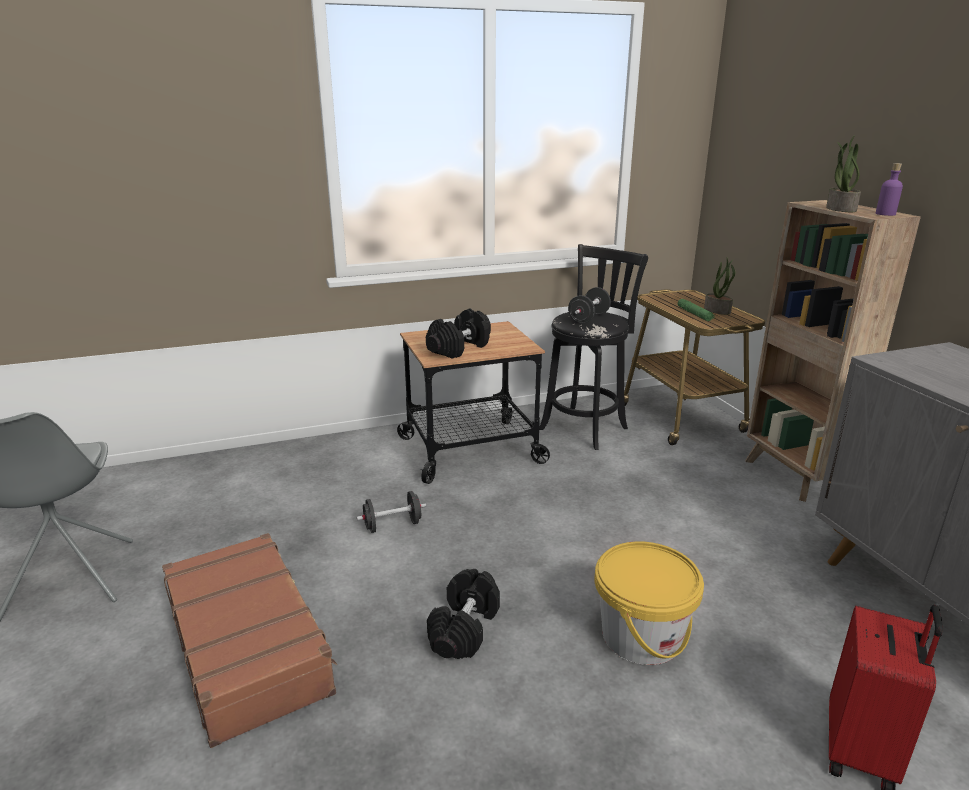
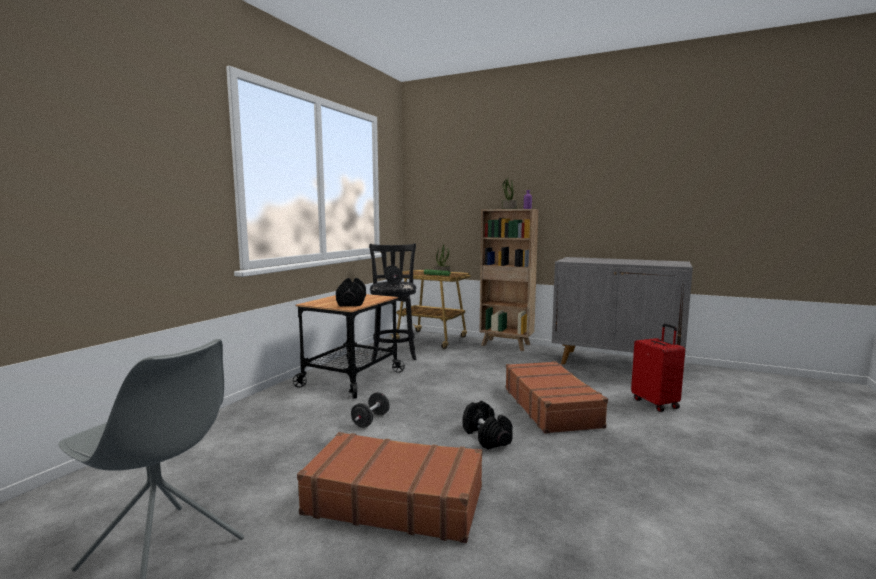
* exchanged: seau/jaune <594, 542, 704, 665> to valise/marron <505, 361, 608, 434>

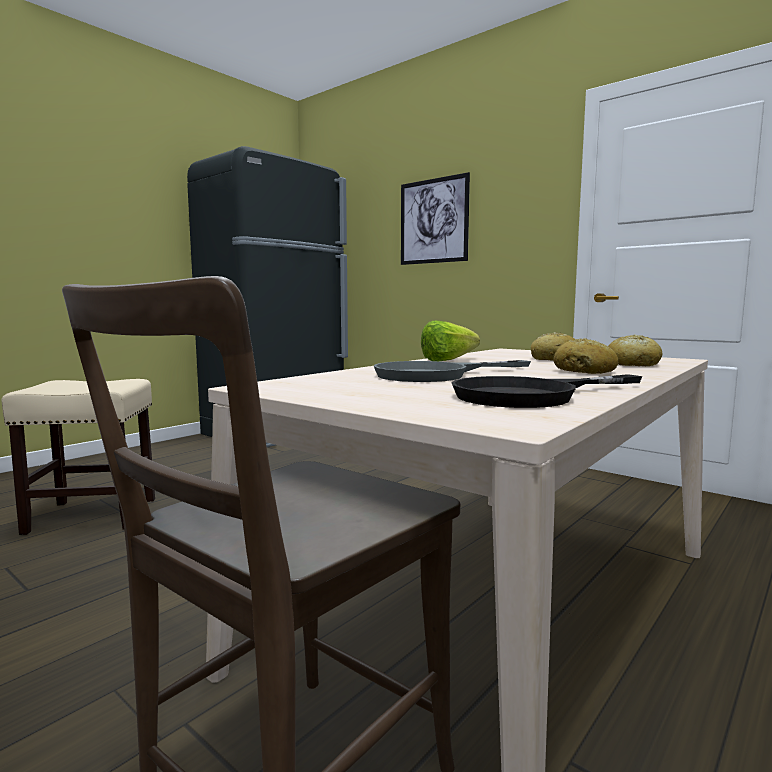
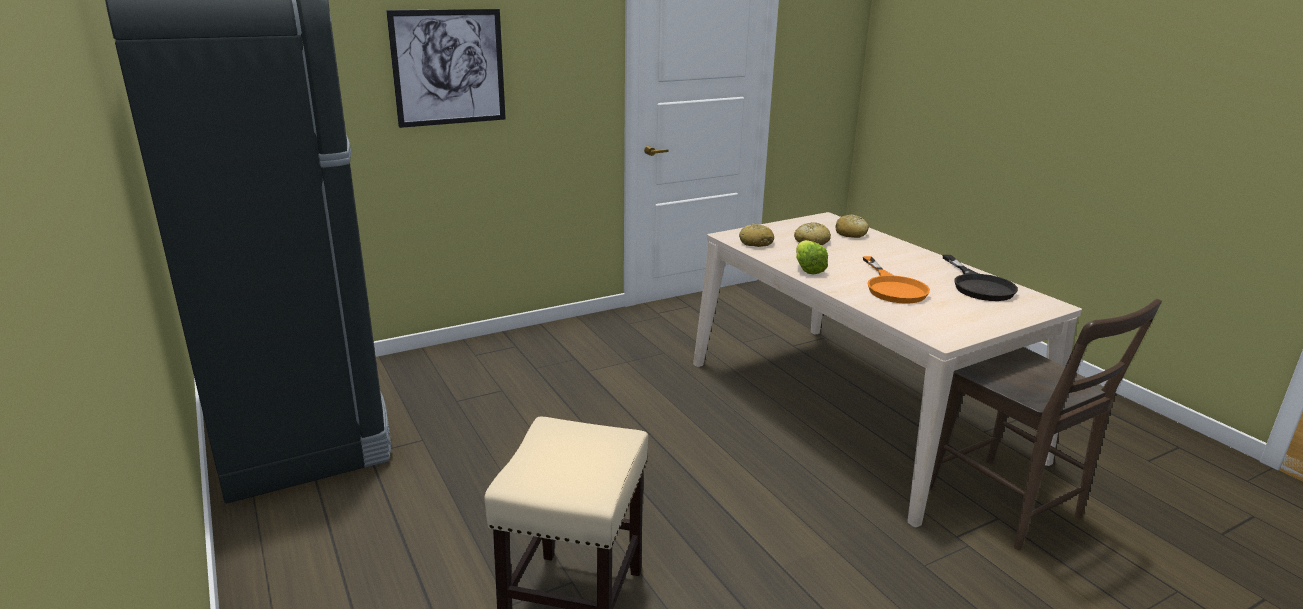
* relocated: pain <554, 338, 618, 374> to <739, 223, 774, 247>
* colour: poêle/gris <374, 360, 531, 382> to poêle/orange <863, 256, 930, 304>

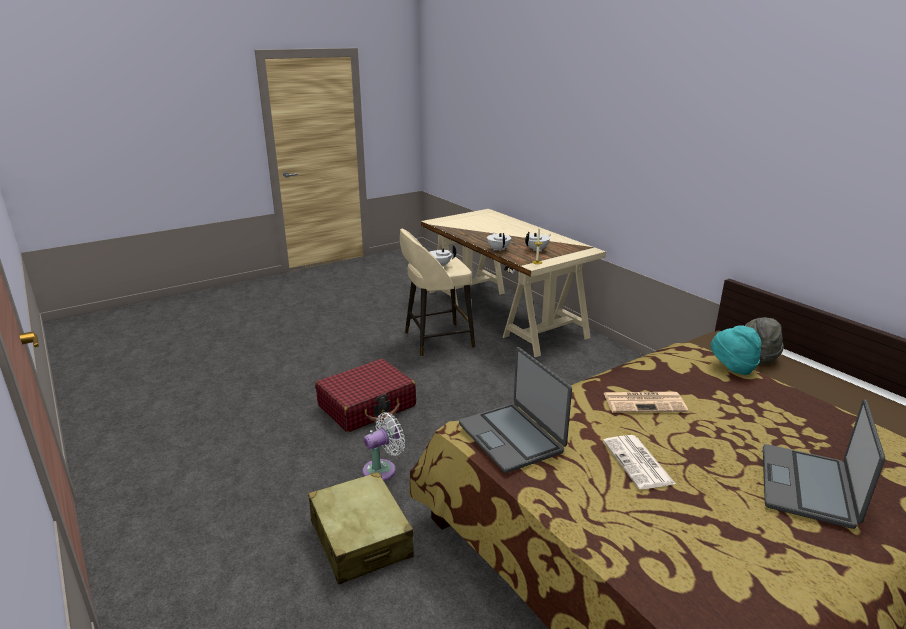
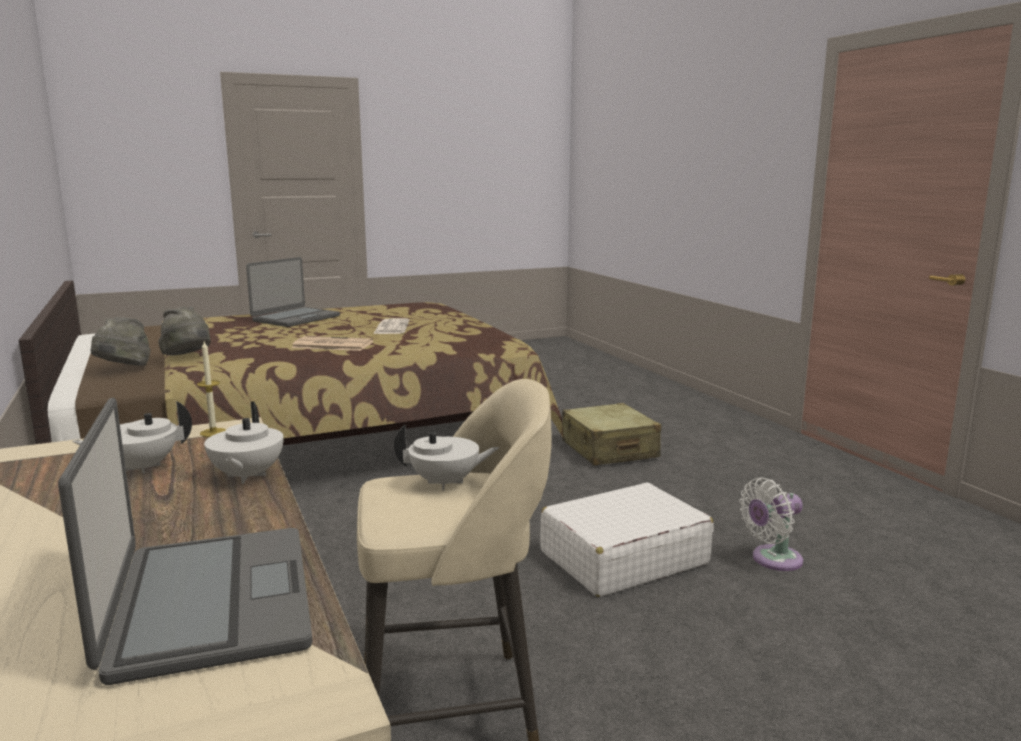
* colour: chapeau/turquoise <711, 325, 761, 375> to chapeau/gris <158, 306, 211, 355>
* relocated: ordinateur portable <459, 347, 572, 473> to <58, 398, 312, 685>
* colour: valise/rouge <315, 359, 416, 432> to valise/blanc <540, 483, 713, 597>
* relocated: ventilateur/blanc <363, 412, 405, 481> to <739, 477, 803, 571>

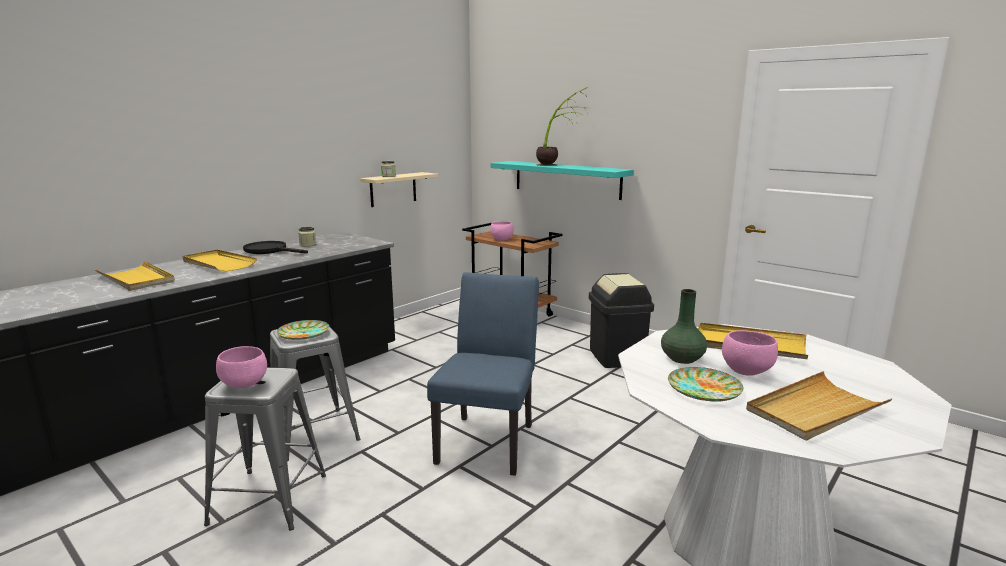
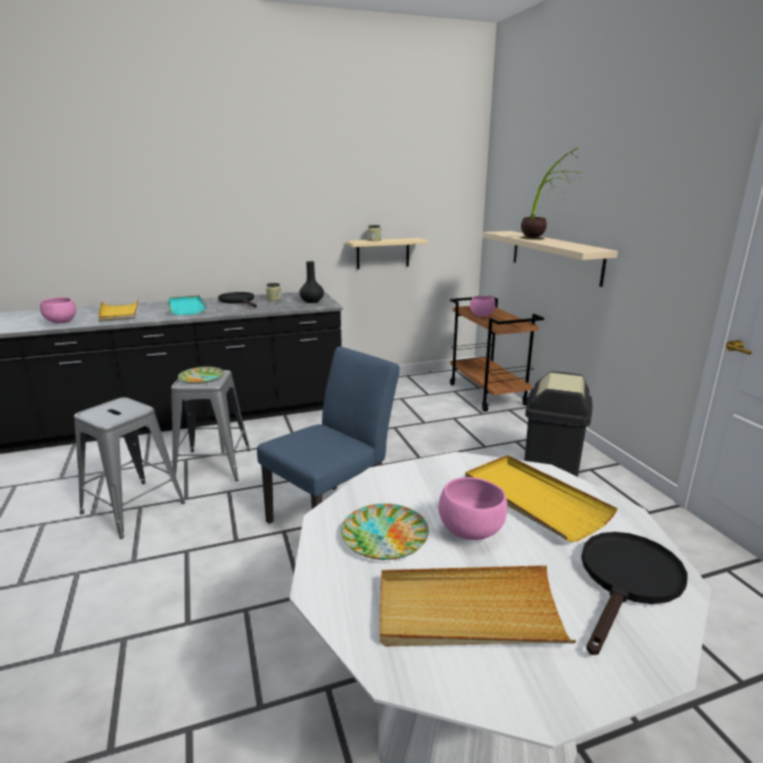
* colour: étagère/turquoise <491, 161, 634, 200> to étagère/beige <483, 231, 618, 287>
* colour: plateau/jaune <183, 250, 257, 272> to plateau/turquoise <169, 295, 207, 315>
* missing: vase/vert <661, 289, 707, 364>
* relocated: bol/rose <216, 346, 267, 388> to <40, 297, 76, 323>
* appeared: vase/noir <299, 261, 324, 303>
* appeared: poêle/noir <581, 532, 687, 655>

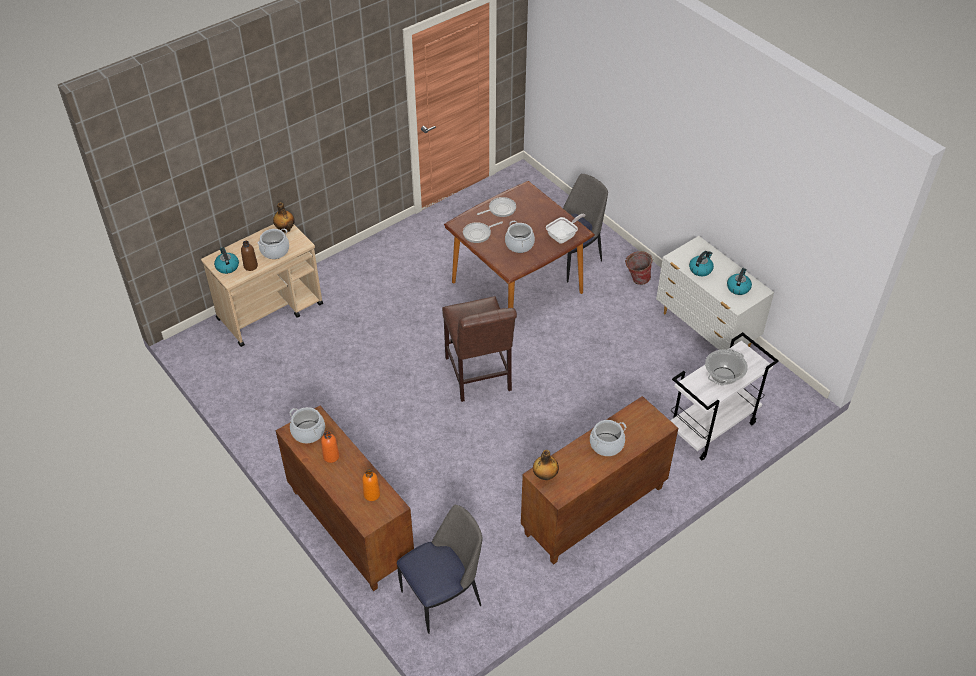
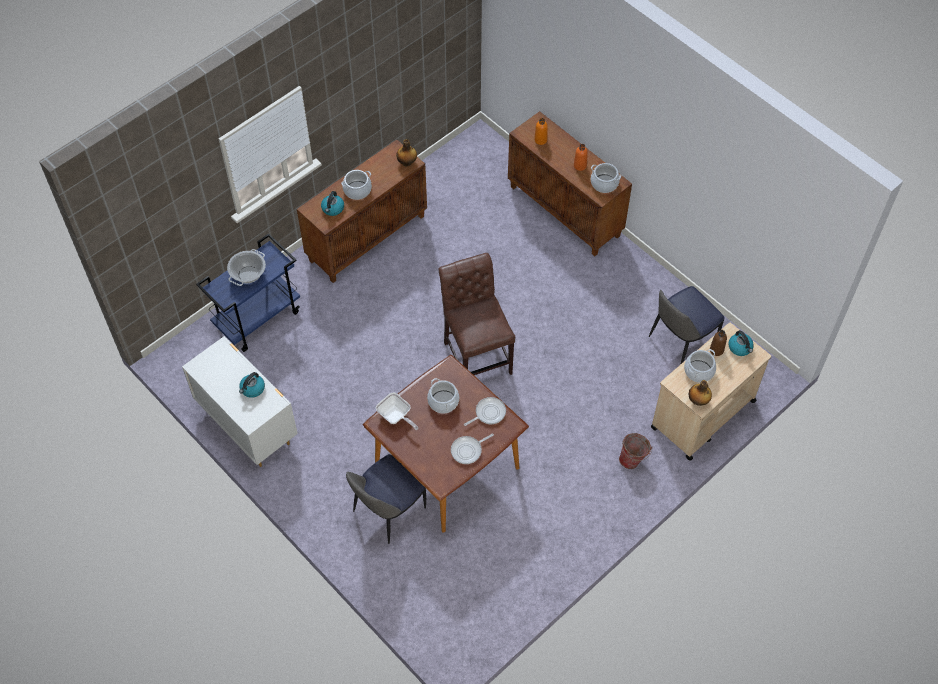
* spun: poêle <546, 214, 586, 244> = <376, 392, 419, 430> 90 degrees counterclockwise
* relocated: seau <625, 251, 653, 285> to <619, 433, 652, 469>
* relocated: bouilloire <727, 268, 752, 295> to <321, 191, 344, 216>
* colour: chariot/blanc <670, 332, 779, 460> to chariot/bleu <196, 233, 300, 352>
* relocated: chaise <397, 505, 483, 634> to <649, 286, 725, 365>

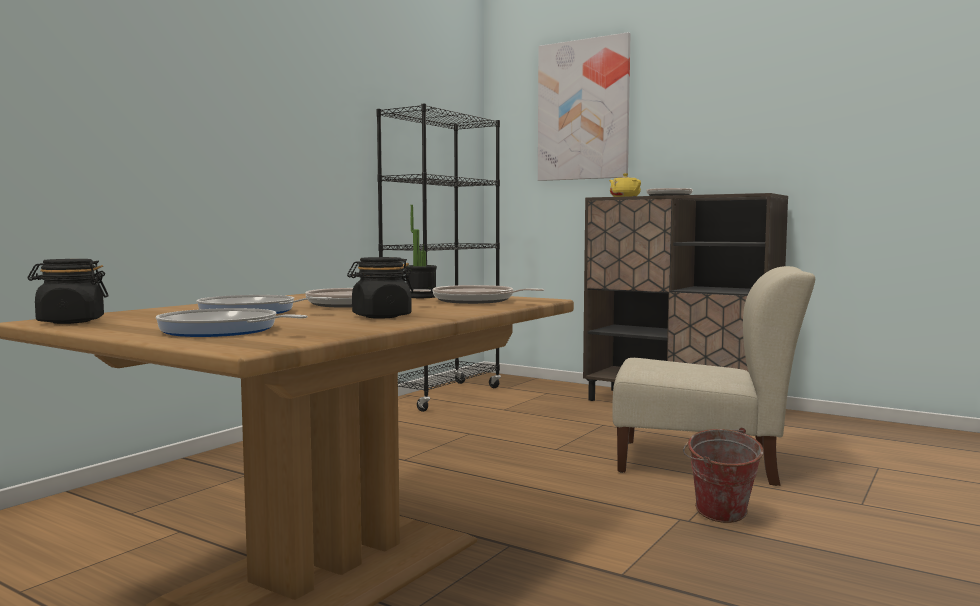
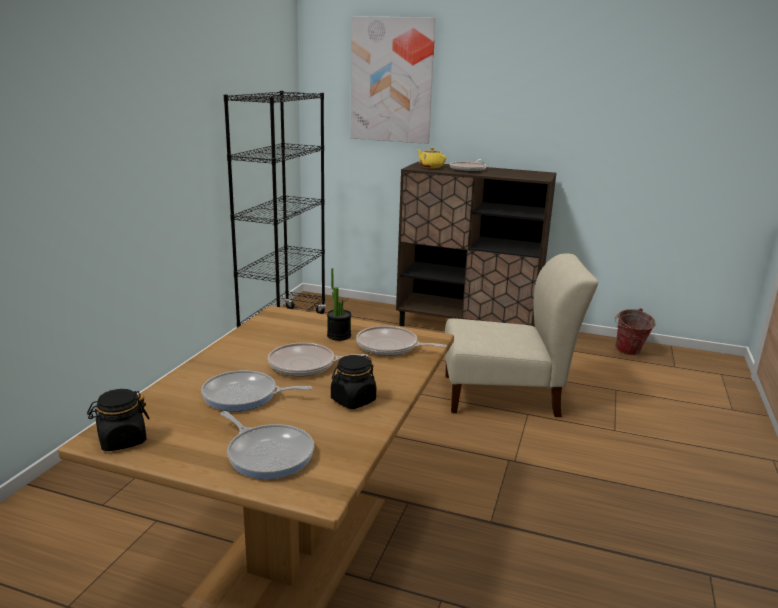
* spun: poêle <156, 308, 308, 337> = <221, 411, 314, 479> 150 degrees counterclockwise
* relocated: seau <683, 427, 764, 523> to <615, 308, 656, 355>

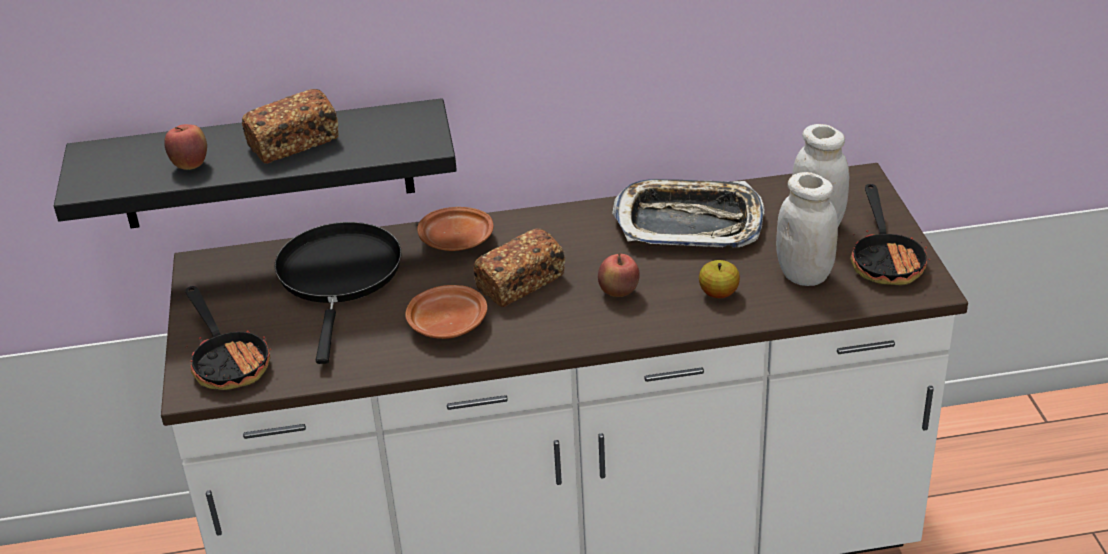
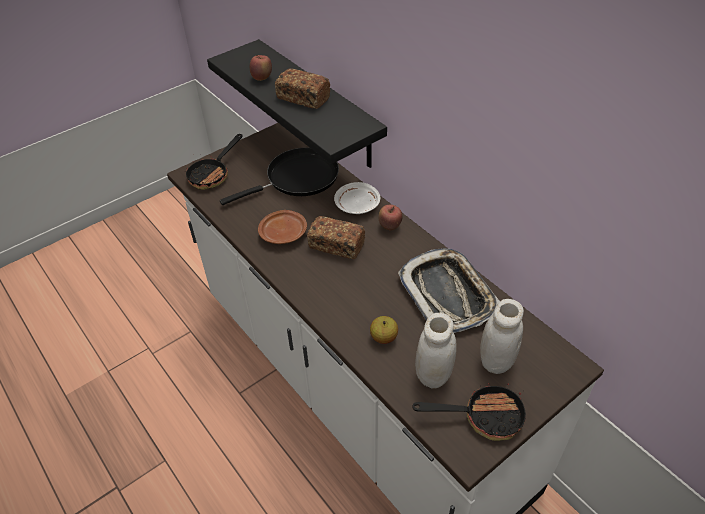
* spun: poêle <851, 184, 930, 285> = <412, 383, 526, 441> 150 degrees counterclockwise
* colour: assiette/marron <417, 207, 493, 251> to assiette/blanc <334, 182, 380, 214>
* relocated: pomme <598, 253, 640, 297> to <379, 205, 403, 230>

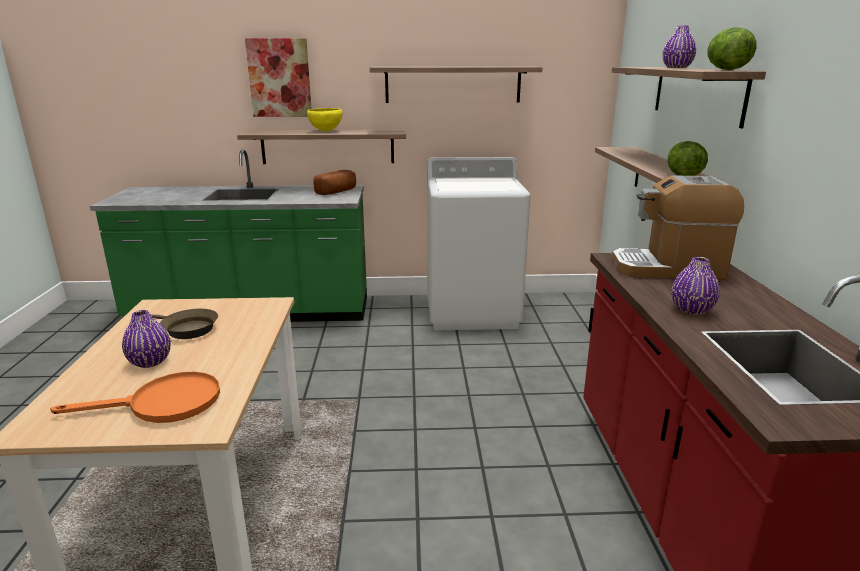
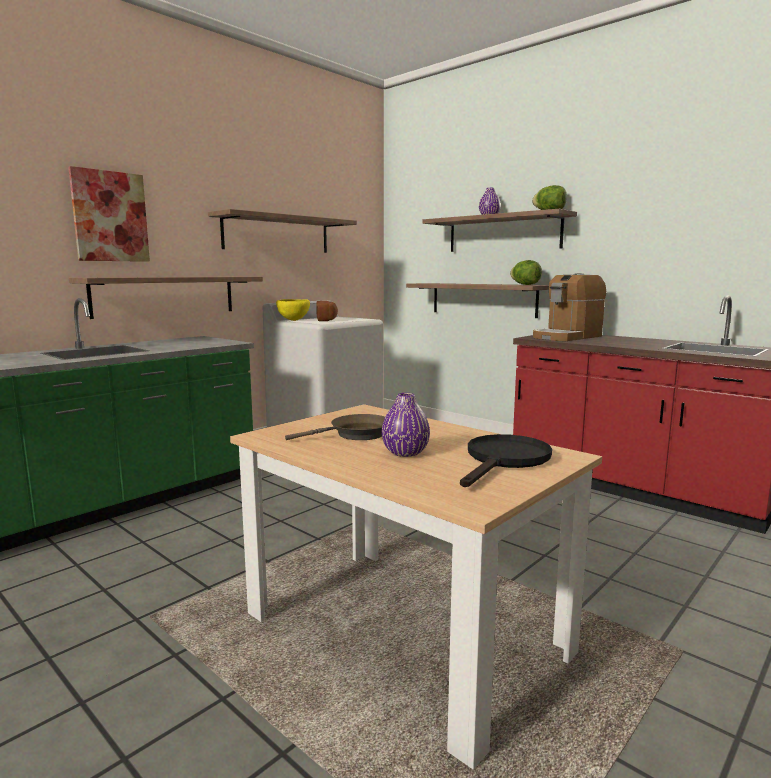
* relocated: bol/jaune <307, 108, 343, 132> to <276, 299, 310, 321>
* relocated: pain <314, 170, 356, 195> to <316, 301, 338, 321>
* missing: vase/violet <671, 257, 720, 315>
* colour: poêle/orange <50, 372, 220, 423> to poêle/noir <460, 434, 552, 487>

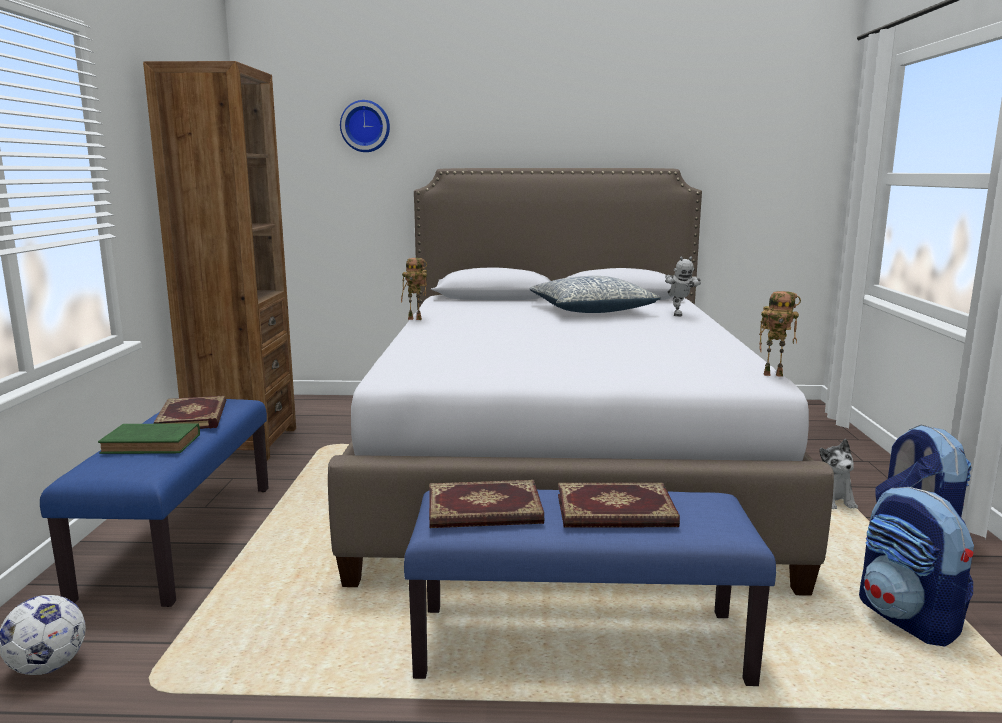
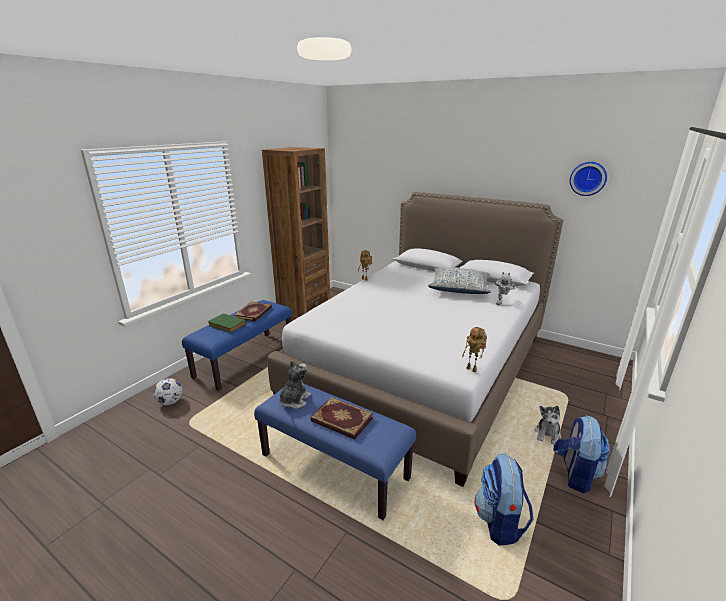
* relocated: horloge murale <340, 100, 390, 152> to <570, 162, 607, 196>
* exchanged: livre <429, 480, 544, 528> to peluche <279, 360, 311, 409>

